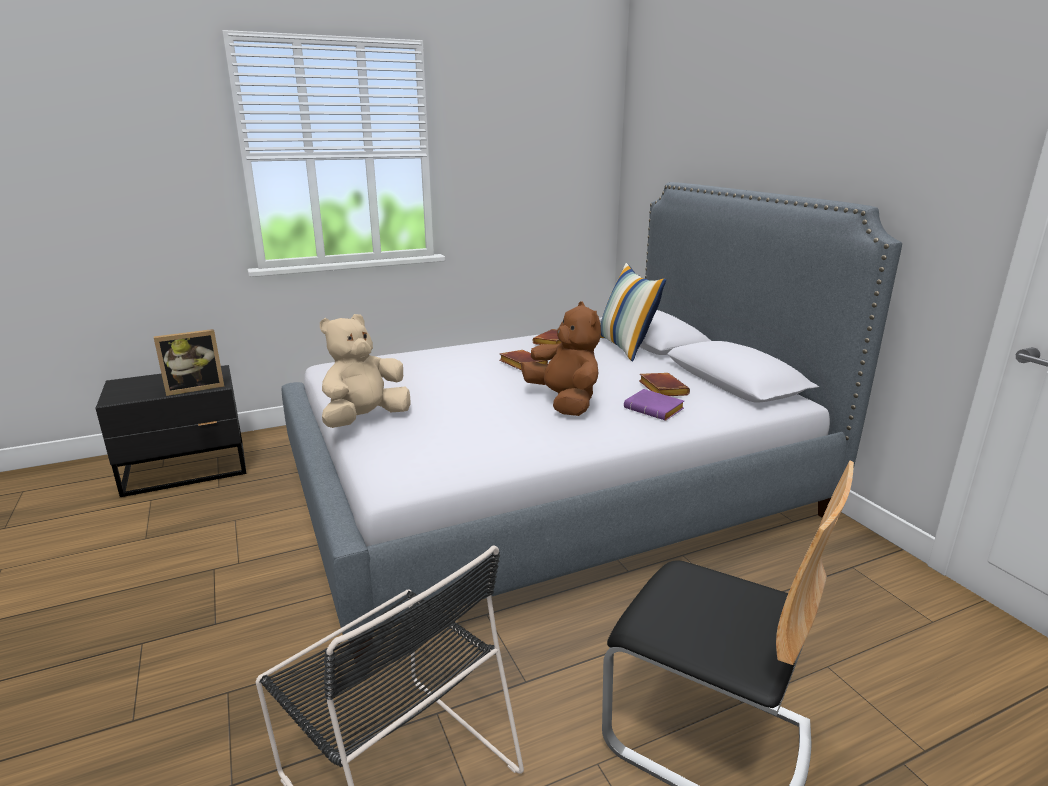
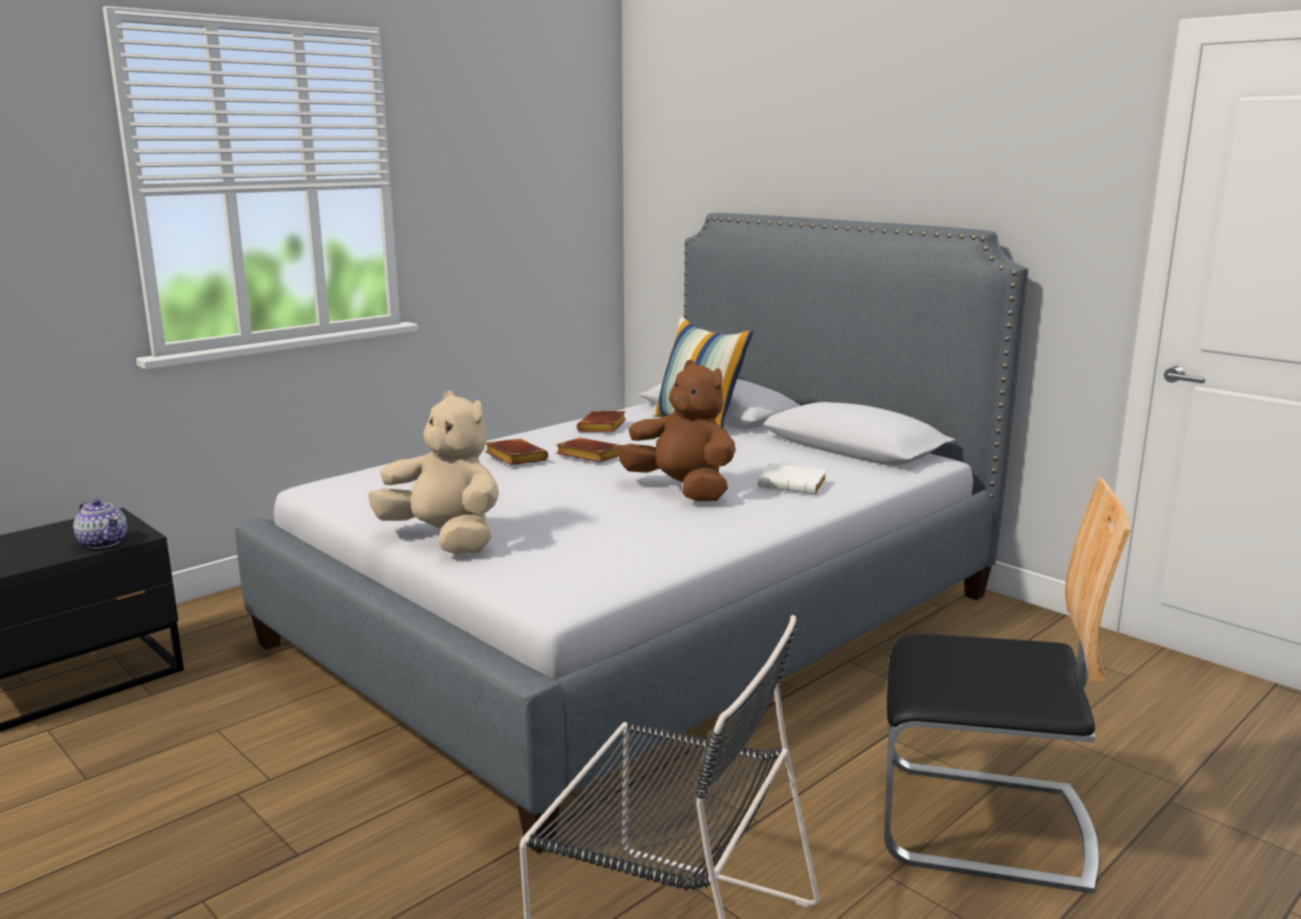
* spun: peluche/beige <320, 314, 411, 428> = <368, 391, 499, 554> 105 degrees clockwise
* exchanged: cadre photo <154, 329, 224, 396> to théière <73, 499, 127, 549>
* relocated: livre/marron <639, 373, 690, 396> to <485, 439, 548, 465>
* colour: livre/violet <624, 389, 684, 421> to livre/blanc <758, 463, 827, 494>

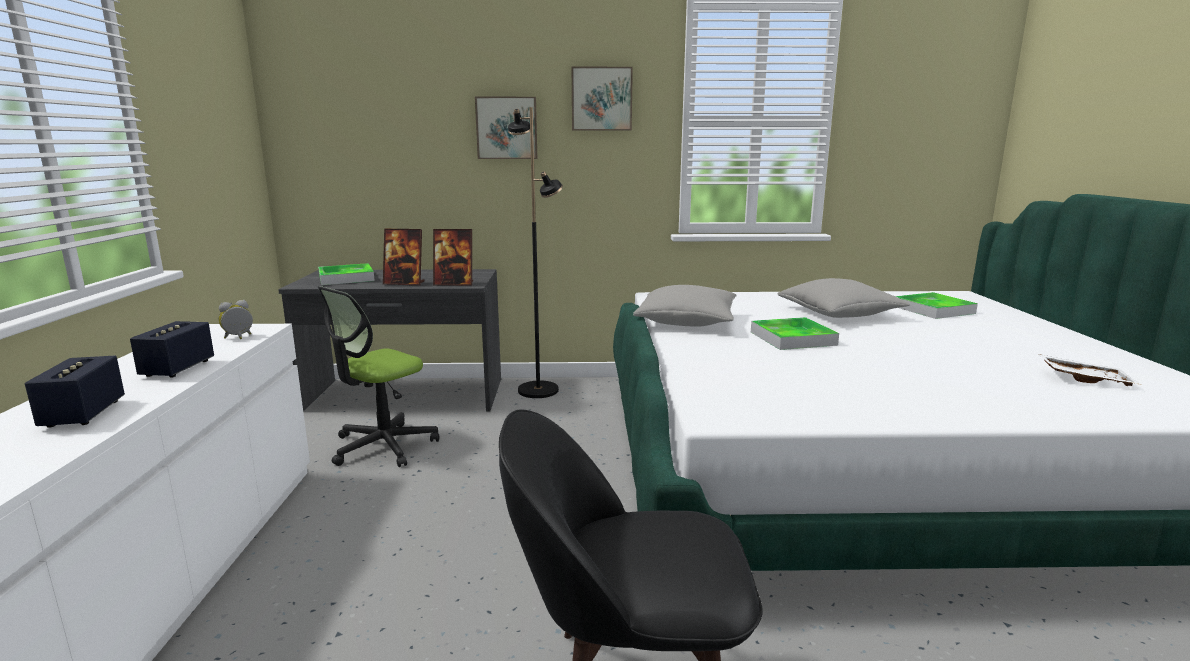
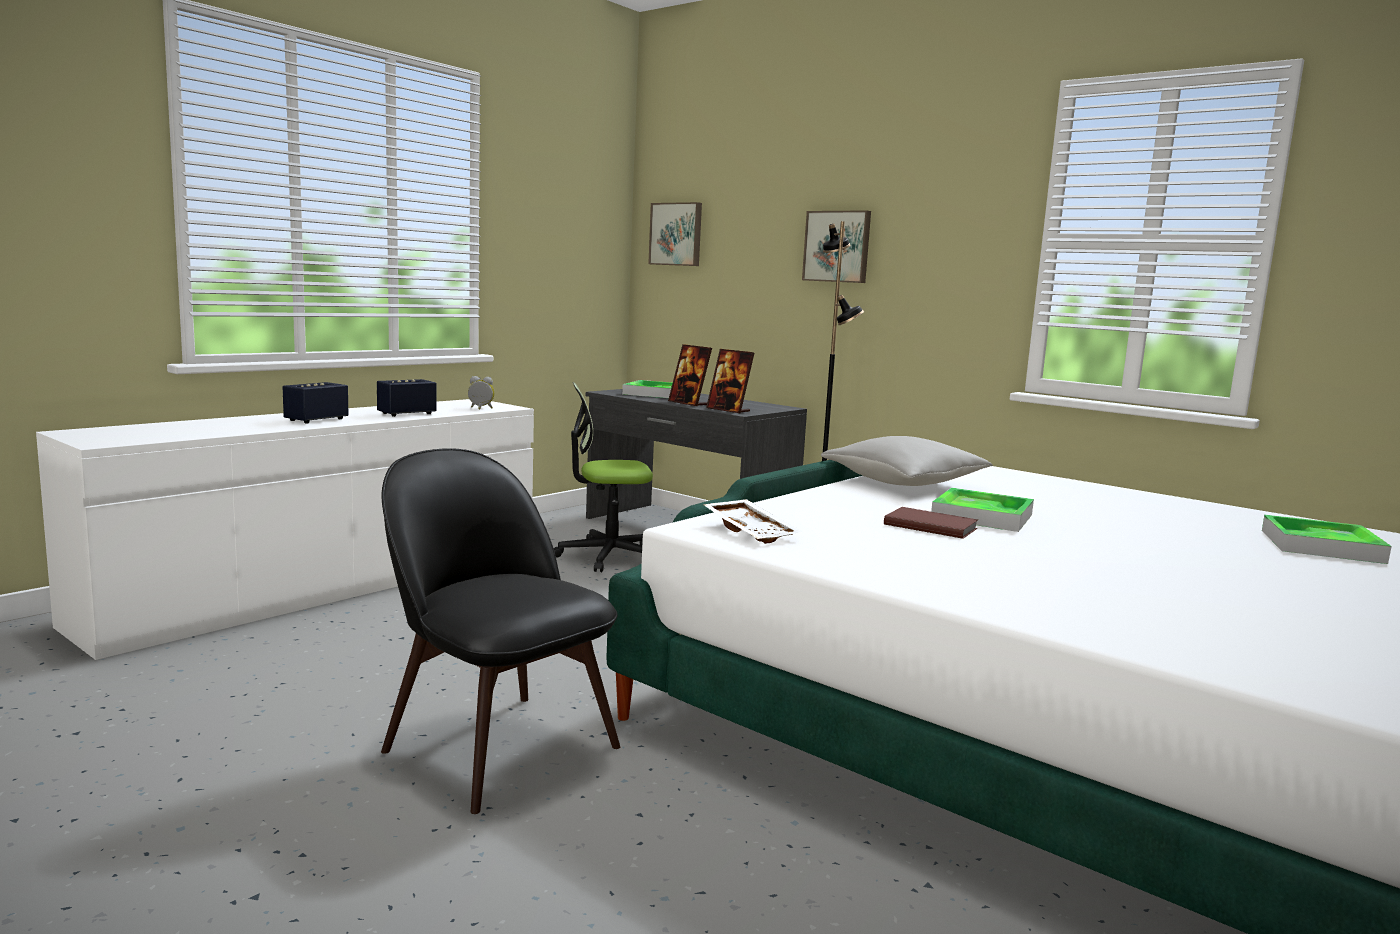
* relocated: tableau <572, 67, 633, 130> to <648, 202, 702, 266>
* missing: coussin/gris <778, 278, 910, 318>
* relocated: plateau/blanc <1039, 354, 1141, 386> to <704, 499, 802, 544>
* appeared: livre/marron <884, 507, 978, 539>

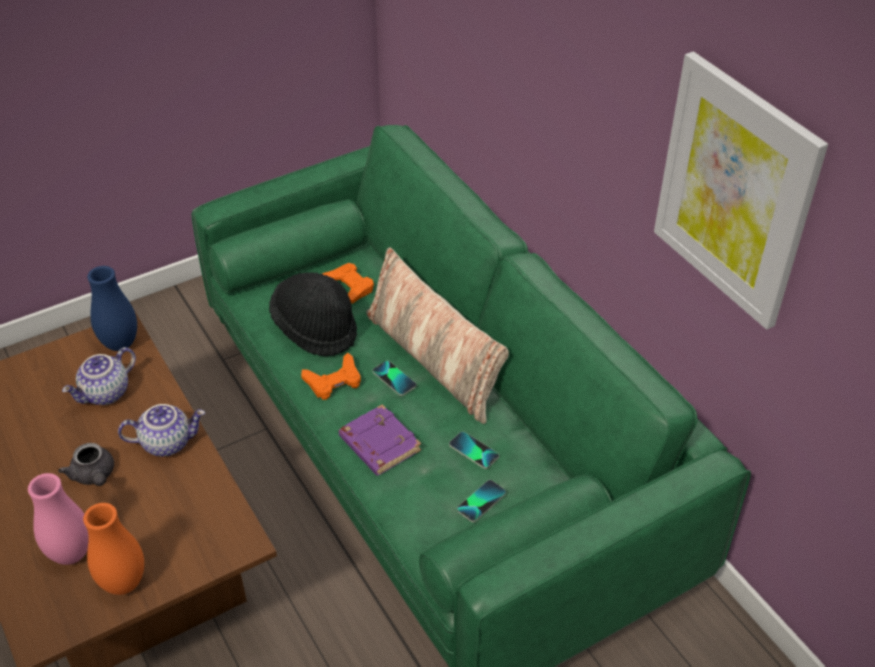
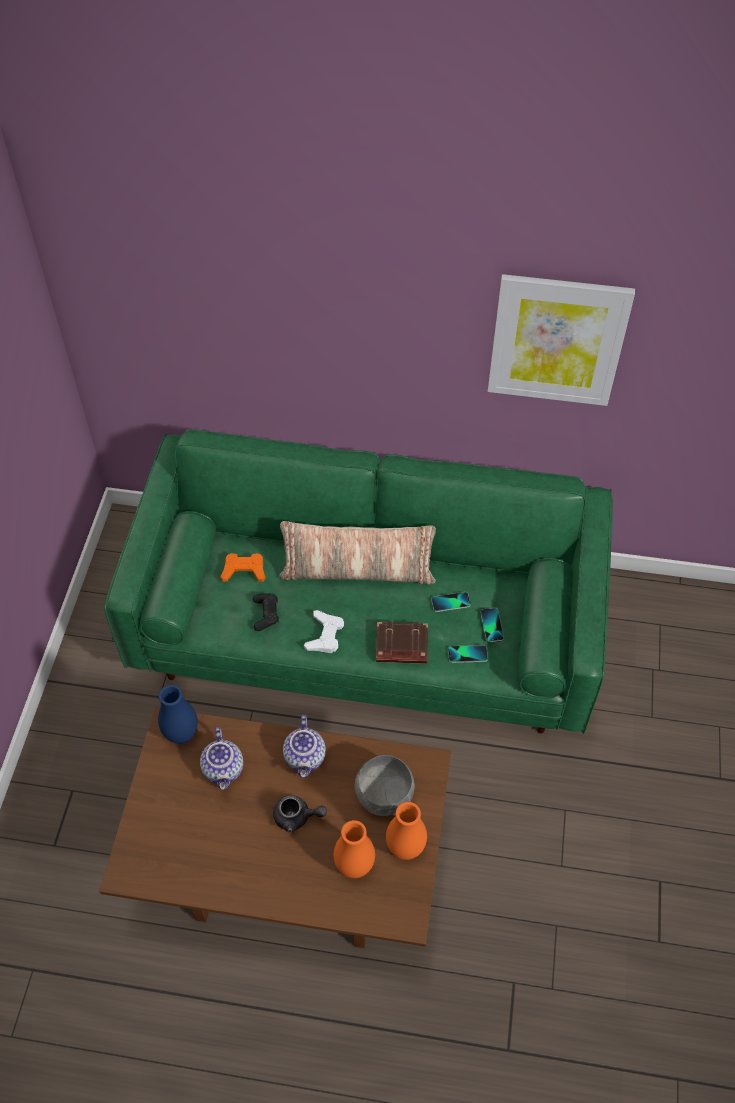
* exchanged: chapeau/noir <269, 272, 357, 356> to manette/noir <253, 593, 279, 631>
* colour: manette/orange <301, 353, 361, 400> to manette/blanc <304, 610, 344, 653>
* relocated: téléphone <372, 361, 416, 396> to <448, 645, 488, 663>
* spun: théière <118, 404, 205, 456> = <283, 715, 326, 778> 150 degrees clockwise
* colour: livre/violet <339, 405, 421, 476> to livre/marron <376, 621, 428, 664>
* colour: vase/rose <28, 473, 89, 565> to vase/orange <334, 820, 375, 878>
* appeared: bol/gris <355, 755, 415, 816>

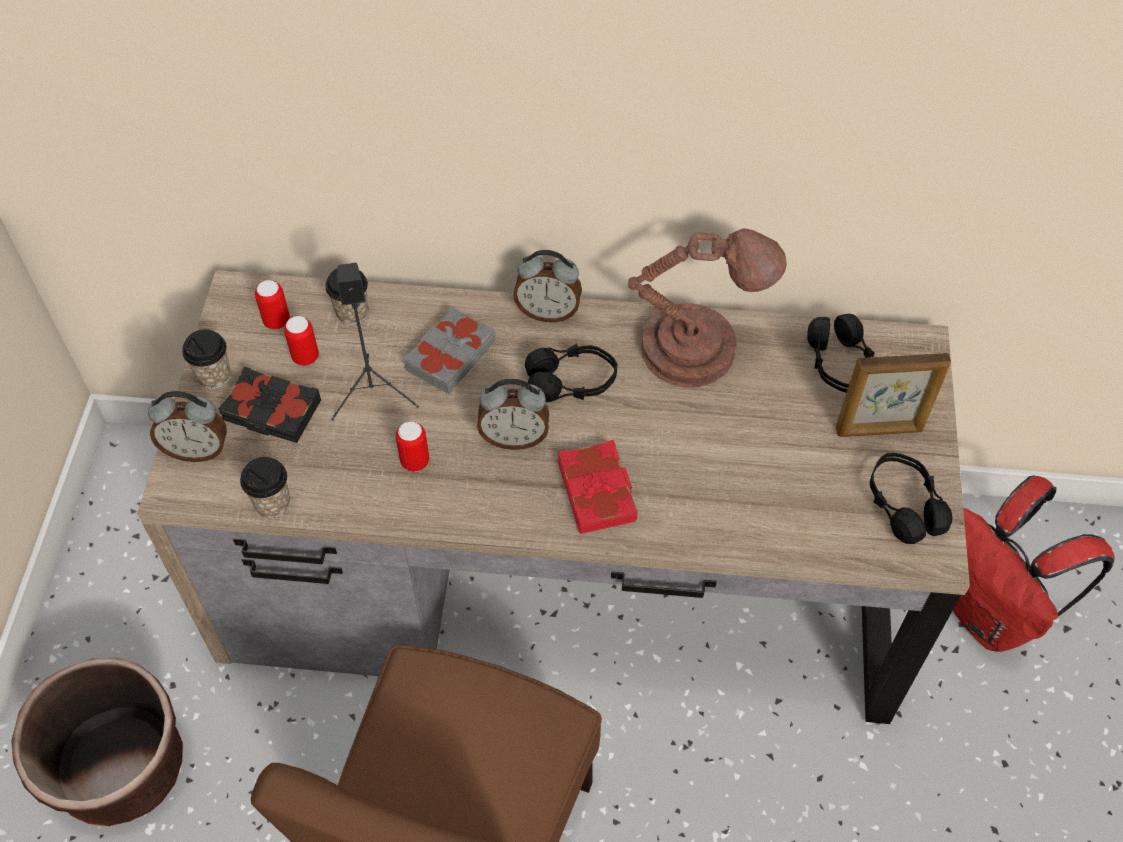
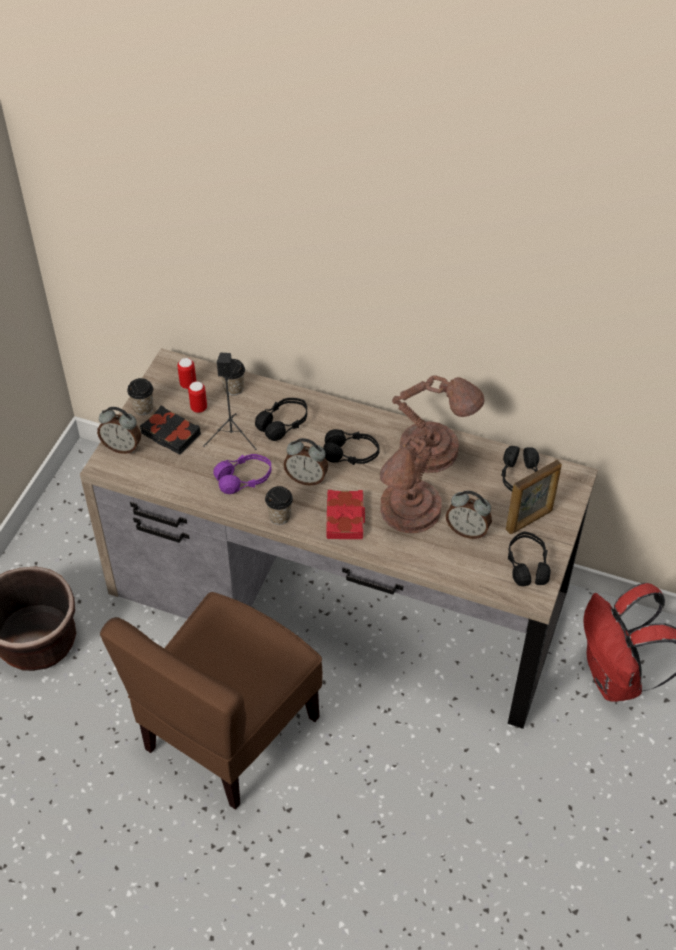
* relocated: réveil <513, 250, 582, 322> to <446, 491, 492, 539>
* exchanged: livre/gris <403, 306, 496, 394> to casque audio/noir <255, 398, 307, 441>
* spun: cadre photo <836, 353, 951, 437> = <506, 460, 562, 534> 45 degrees counterclockwise
* exchanged: boîte métallique <396, 421, 429, 472> to casque audio/violet <213, 454, 272, 494>
* relocated: tasse <240, 457, 290, 518> to <265, 486, 293, 525>
* appeared: lampe de table/marron <380, 436, 442, 533>

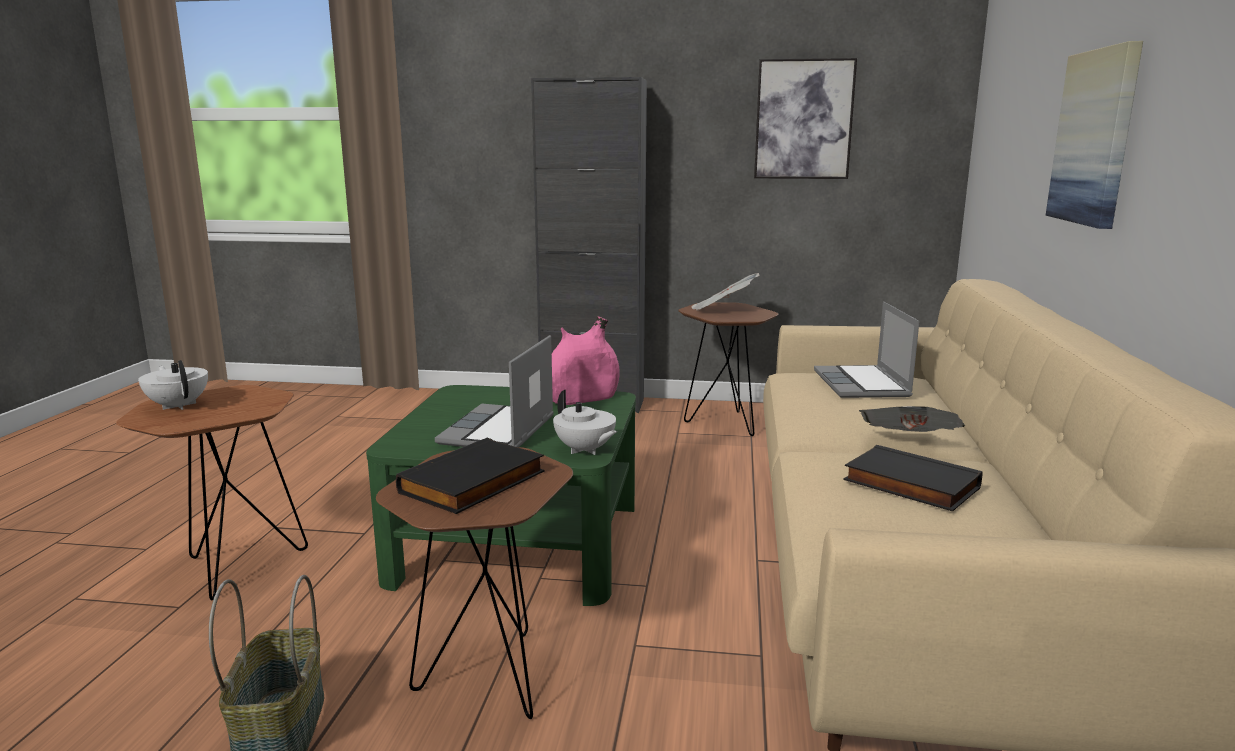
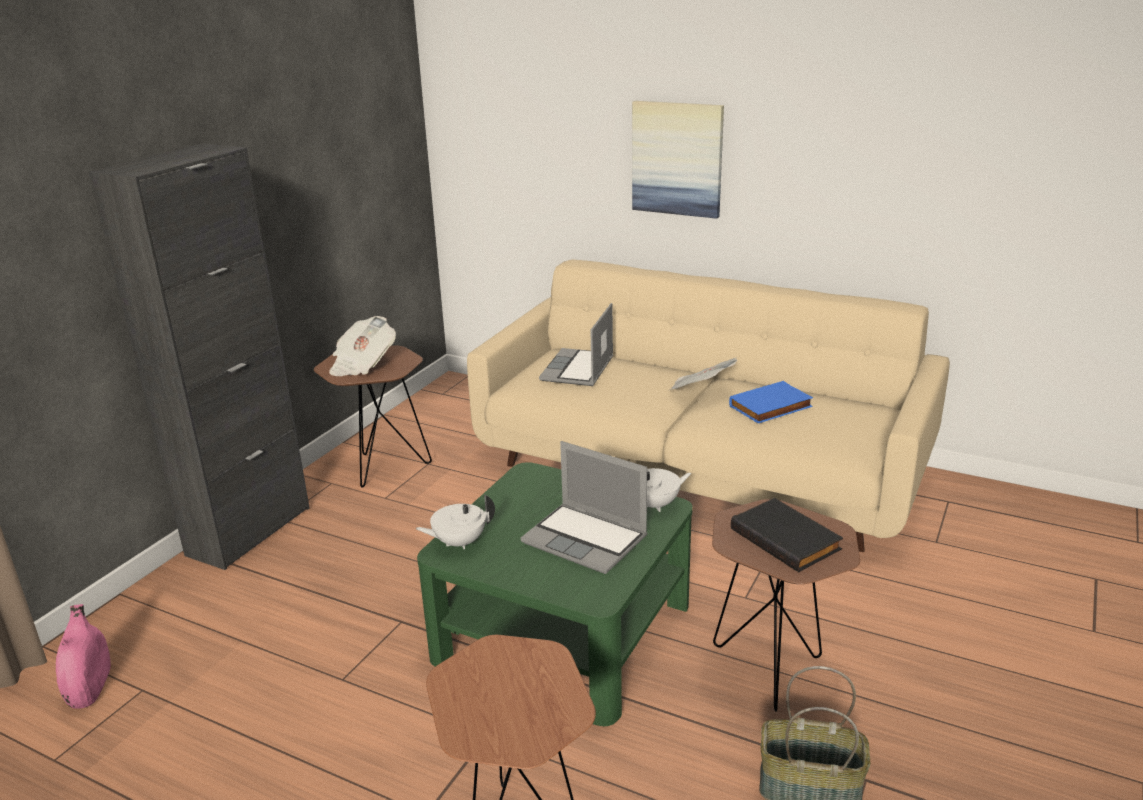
* missing: tableau <754, 58, 857, 179>
* spun: ordinateur portable <814, 302, 919, 398> = <539, 303, 613, 386> 90 degrees clockwise
* relocated: vase/rose <552, 316, 620, 405> to <56, 604, 111, 709>
* relocated: théière/blanc <138, 360, 208, 410> to <416, 494, 495, 549>
* colour: livre/noir <844, 445, 982, 511> to livre/bleu <729, 381, 813, 423>

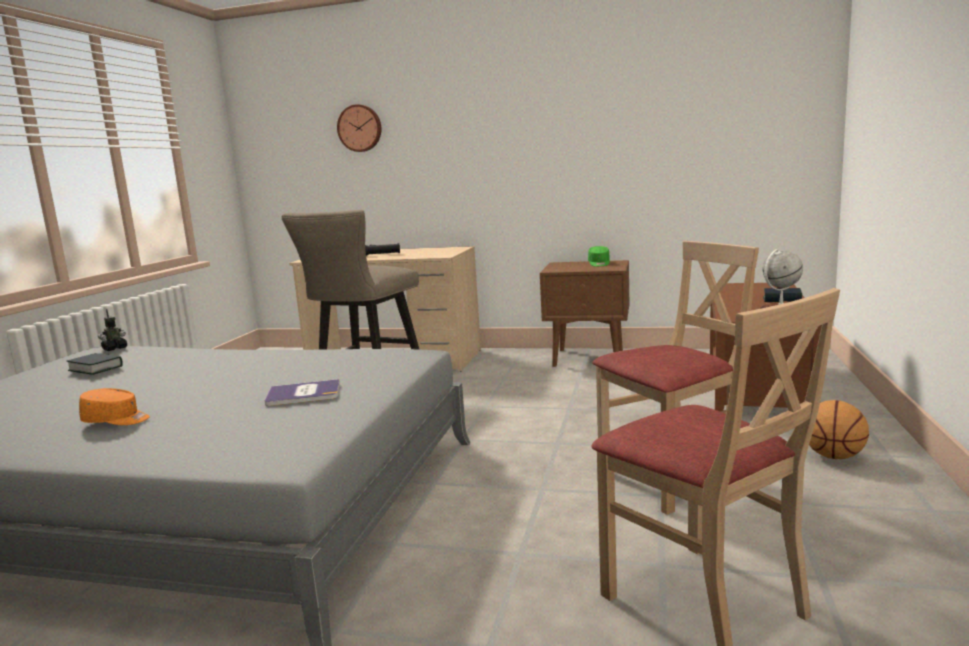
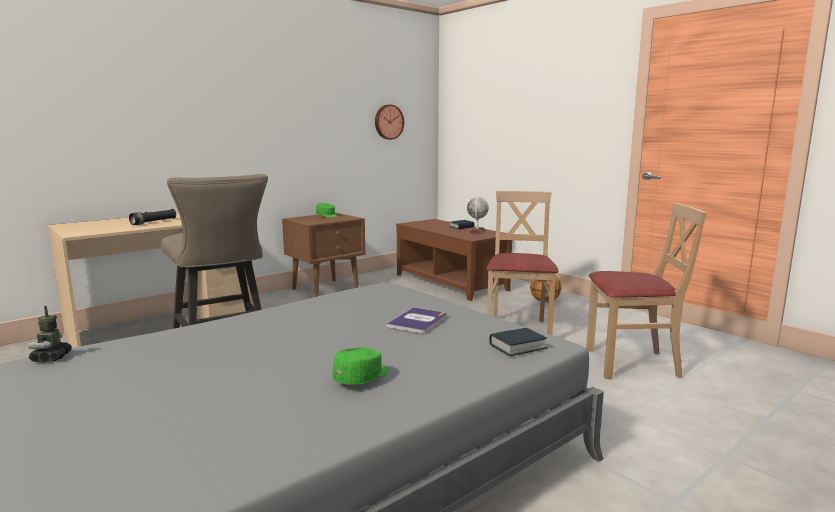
* relocated: horloge murale <337, 104, 381, 152> to <375, 105, 404, 140>
* relocated: livre <67, 353, 123, 375> to <489, 328, 547, 356>
* colour: casquette/orange <79, 388, 150, 425> to casquette/vert <332, 348, 389, 385>

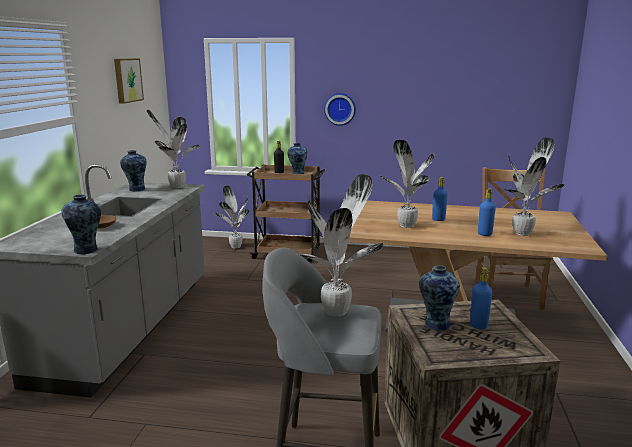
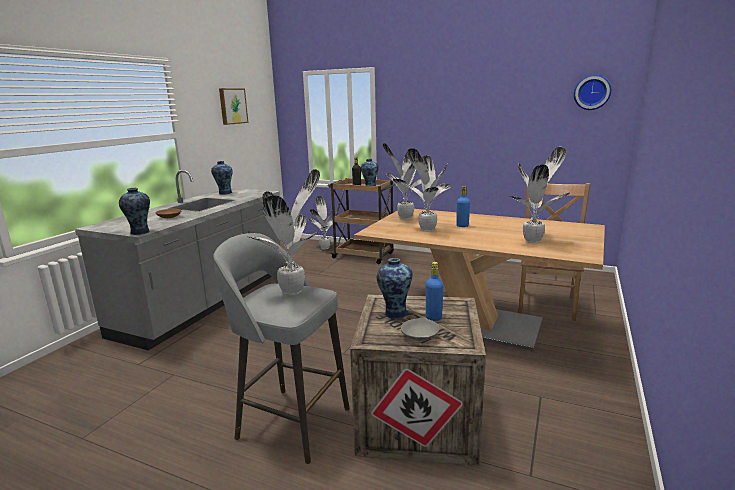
* relocated: horloge murale <324, 93, 356, 126> to <574, 75, 611, 110>
* relocated: plante en pot <147, 110, 200, 188> to <383, 143, 421, 219>
* missing: bouteille/bleu <478, 188, 496, 236>
* appeared: bol/gris <401, 318, 439, 341>

